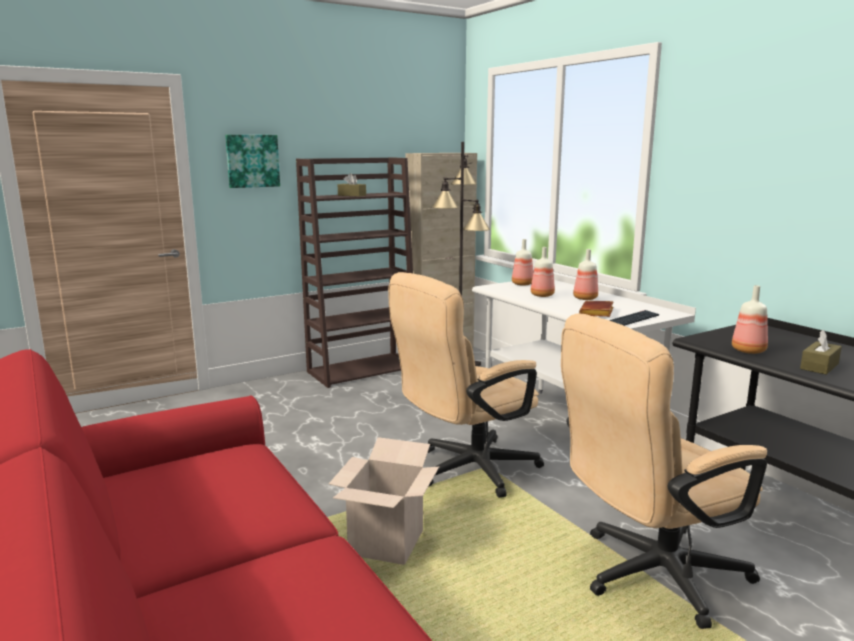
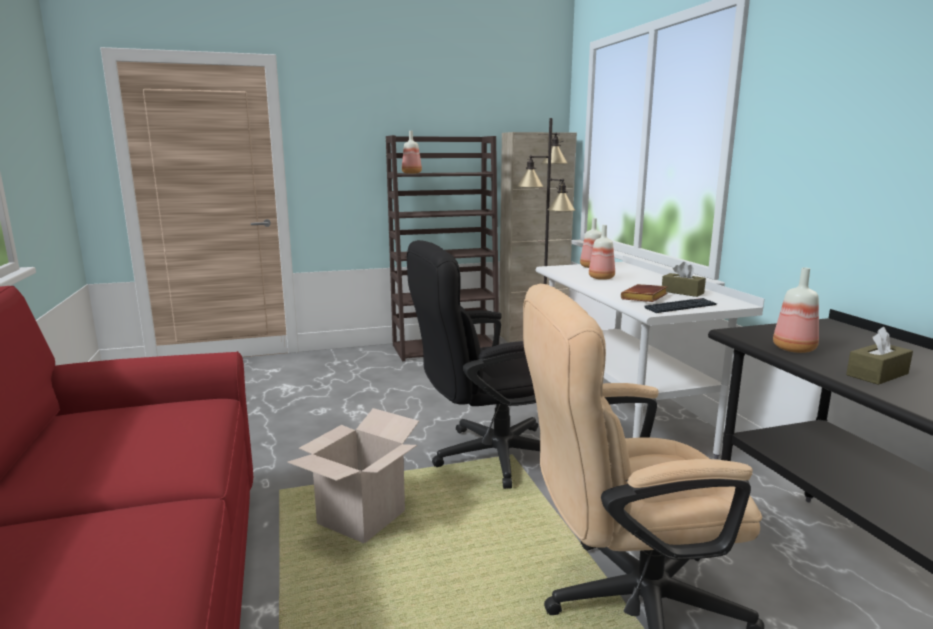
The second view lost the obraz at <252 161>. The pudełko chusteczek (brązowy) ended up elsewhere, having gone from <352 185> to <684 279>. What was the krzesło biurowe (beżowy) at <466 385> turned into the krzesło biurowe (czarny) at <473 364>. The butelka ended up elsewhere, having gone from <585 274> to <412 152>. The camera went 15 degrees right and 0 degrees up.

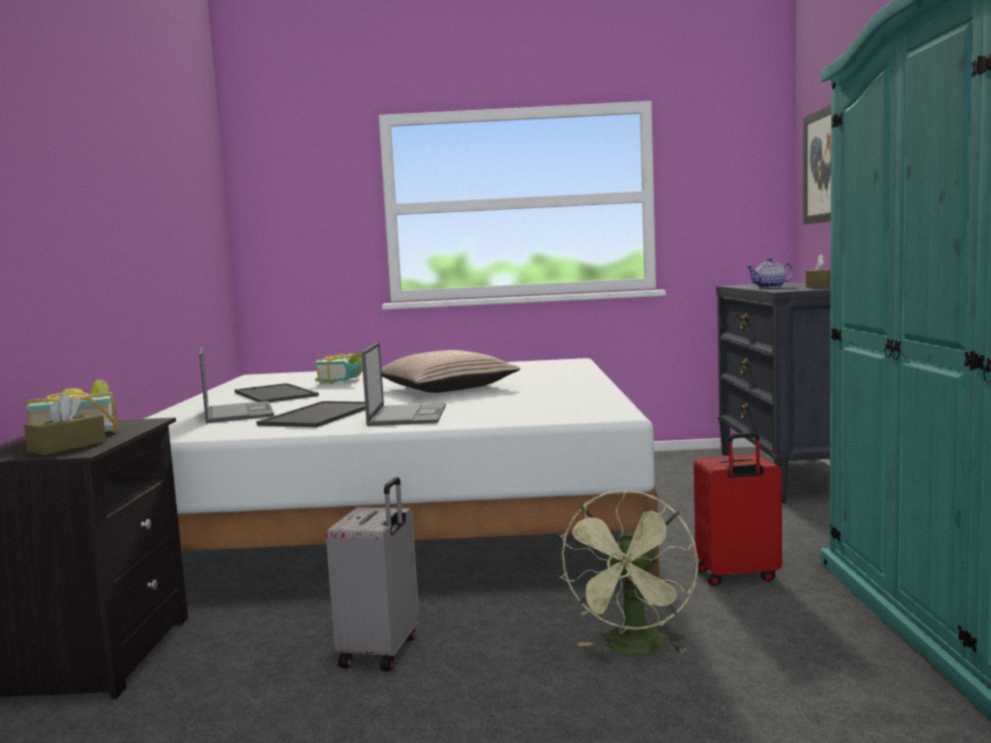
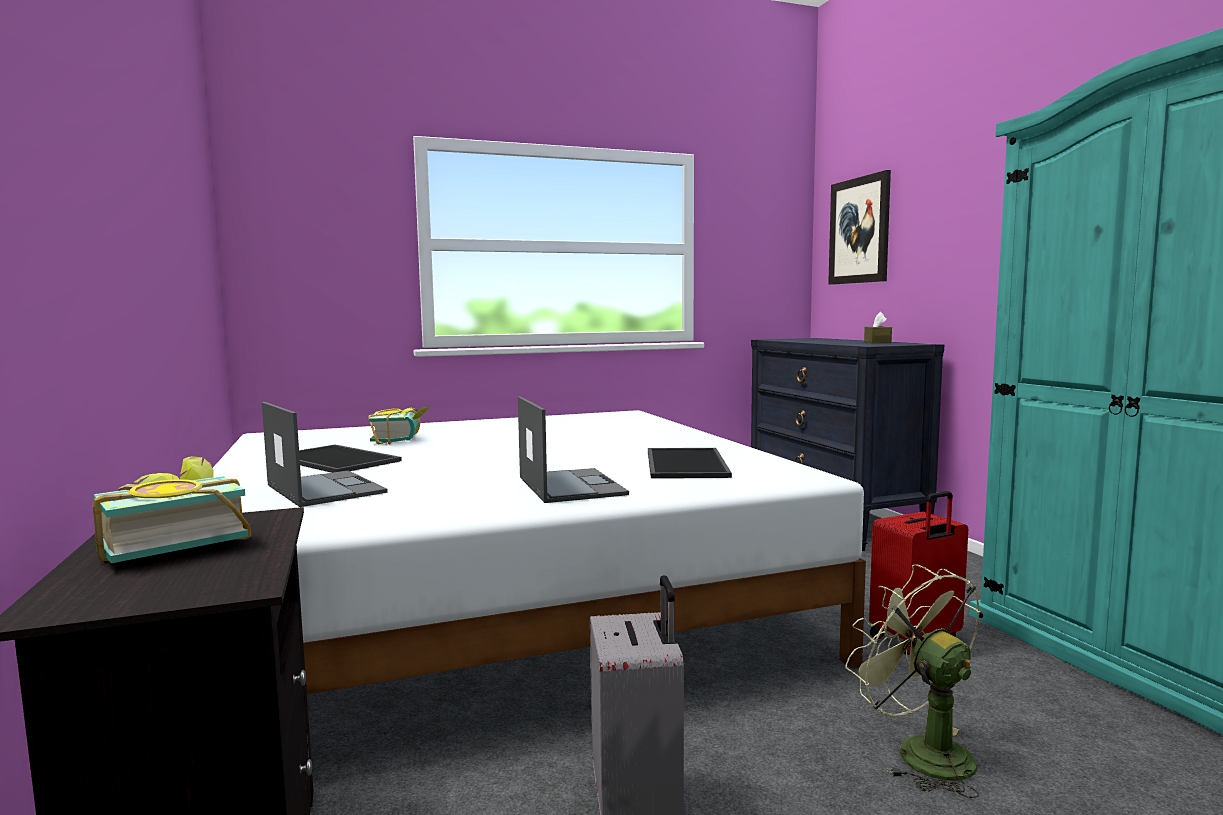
The second view lost the pudełko chusteczek (brązowy) at <65 424>. The taca ended up elsewhere, having gone from <310 414> to <690 463>. The second view lost the poduszka at <450 371>. The wentylator (zielony) at <628 572> ended up facing another way, 150 degrees clockwise from before. The second view lost the imbryk at <769 273>. The camera went 20 degrees left and 0 degrees up.

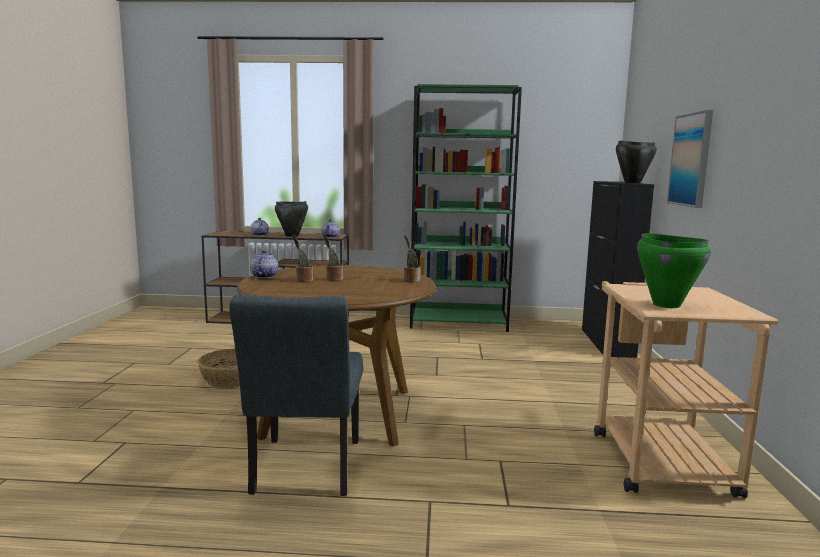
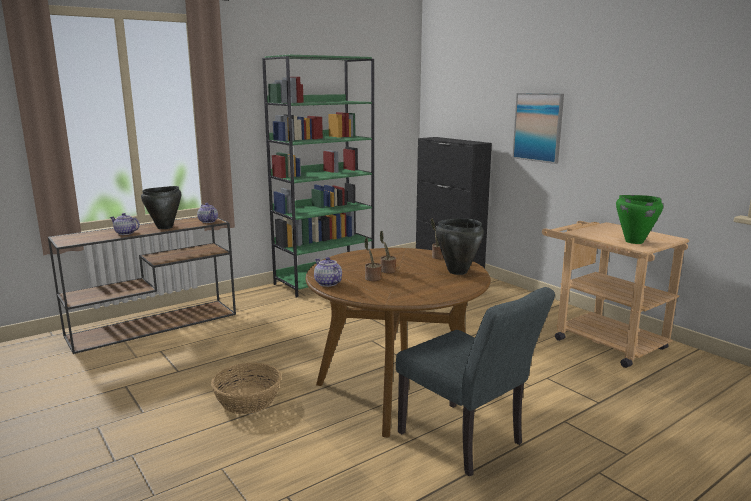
The garnek (czarny) ended up elsewhere, having gone from <636 162> to <460 246>. The camera went 40 degrees left and 5 degrees up.

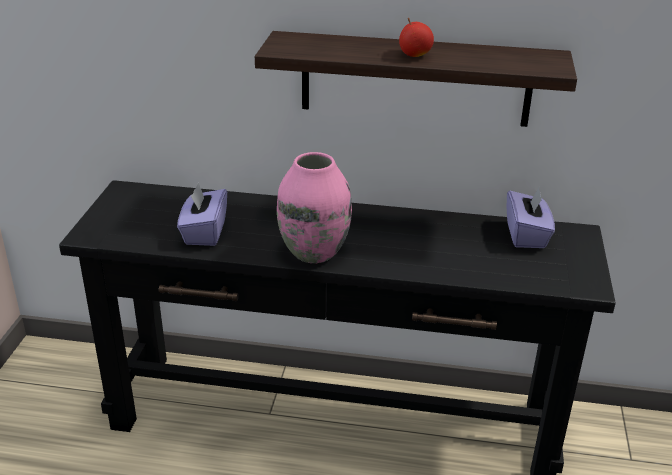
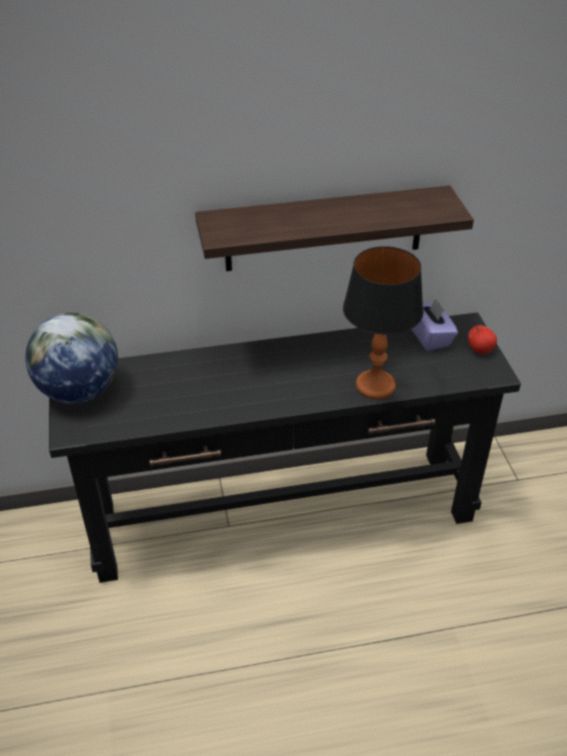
The second view lost the pudełko chusteczek (fioletowy) at <202 214>. The second view lost the wazon (różowy) at <314 207>. The jabłko ended up elsewhere, having gone from <416 37> to <482 339>. The second view gained the globus at <71 358>. The second view gained the lampa stołowa at <383 322>. The camera went 20 degrees left and 10 degrees up.

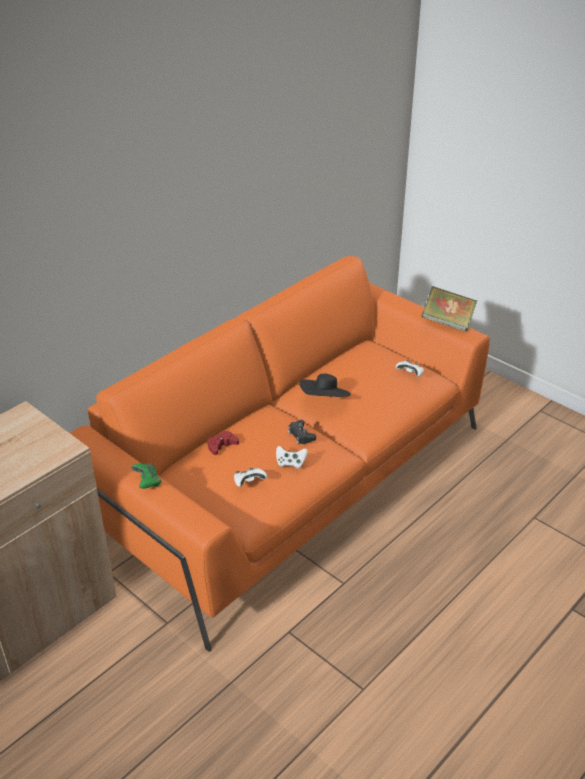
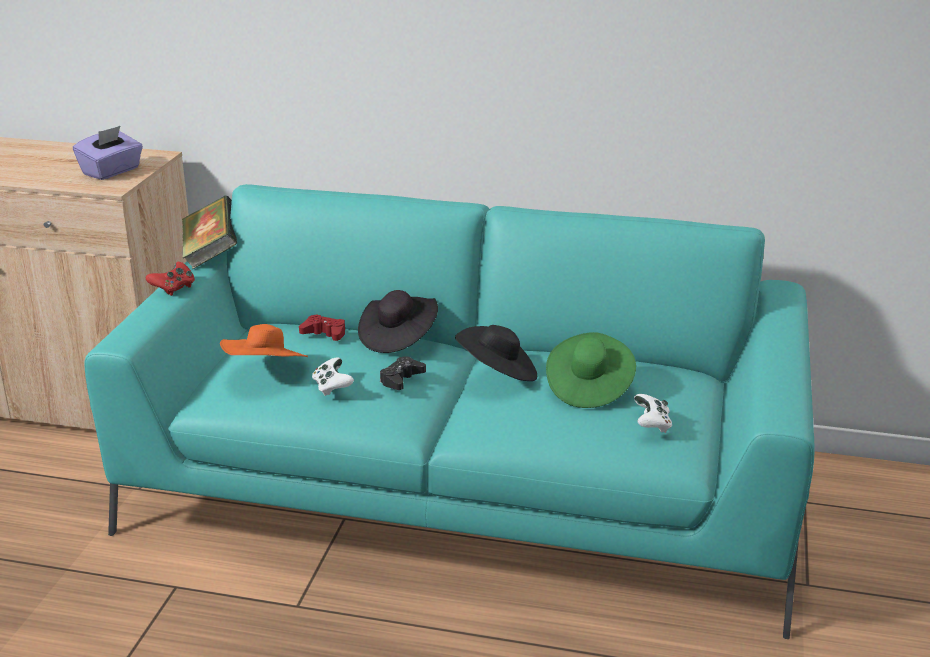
What was the kanapa (pomarańczowy) at <280 454> turned into the kanapa (turkusowy) at <449 411>. What was the pad do gier (zielony) at <146 476> turned into the pad do gier (czerwony) at <170 279>. Where the pad do gier (biały) stood at <250 477>, the kapelusz (pomarańczowy) came to stand at <264 340>. The książka ended up elsewhere, having gone from <449 309> to <209 232>. The second view gained the pudełko chusteczek (fioletowy) at <108 153>. The second view gained the kapelusz (czarny) at <398 321>. The second view gained the kapelusz (zielony) at <591 370>. The camera went 60 degrees right and 10 degrees down.

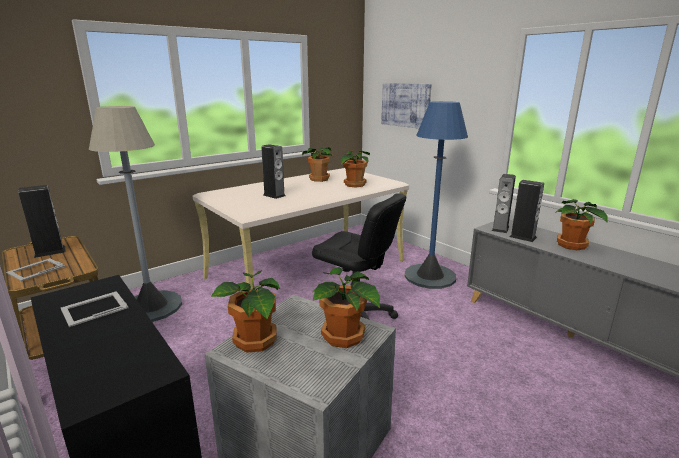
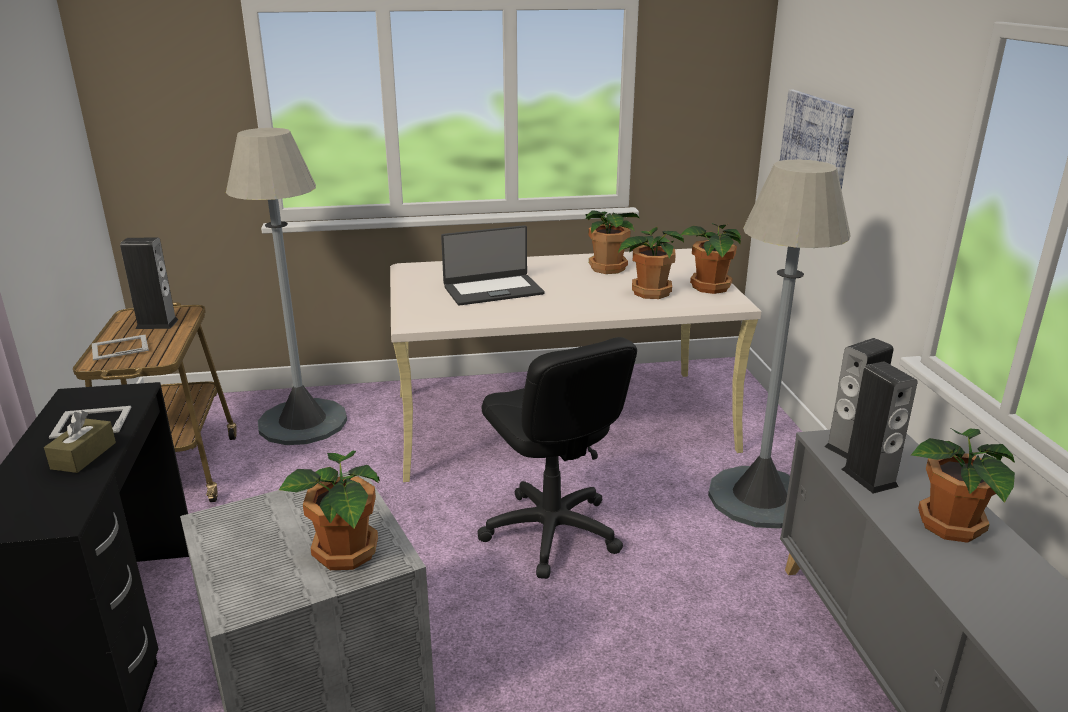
The roślina doniczkowa ended up elsewhere, having gone from <245 311> to <711 258>. Where the głośnik stood at <273 171>, the laptop came to stand at <492 265>. What was the lampa stojąca (niebieski) at <436 195> turned into the lampa stojąca (szary) at <779 344>. The second view gained the pudełko chusteczek (brązowy) at <80 442>. The camera went 30 degrees right and 5 degrees up.

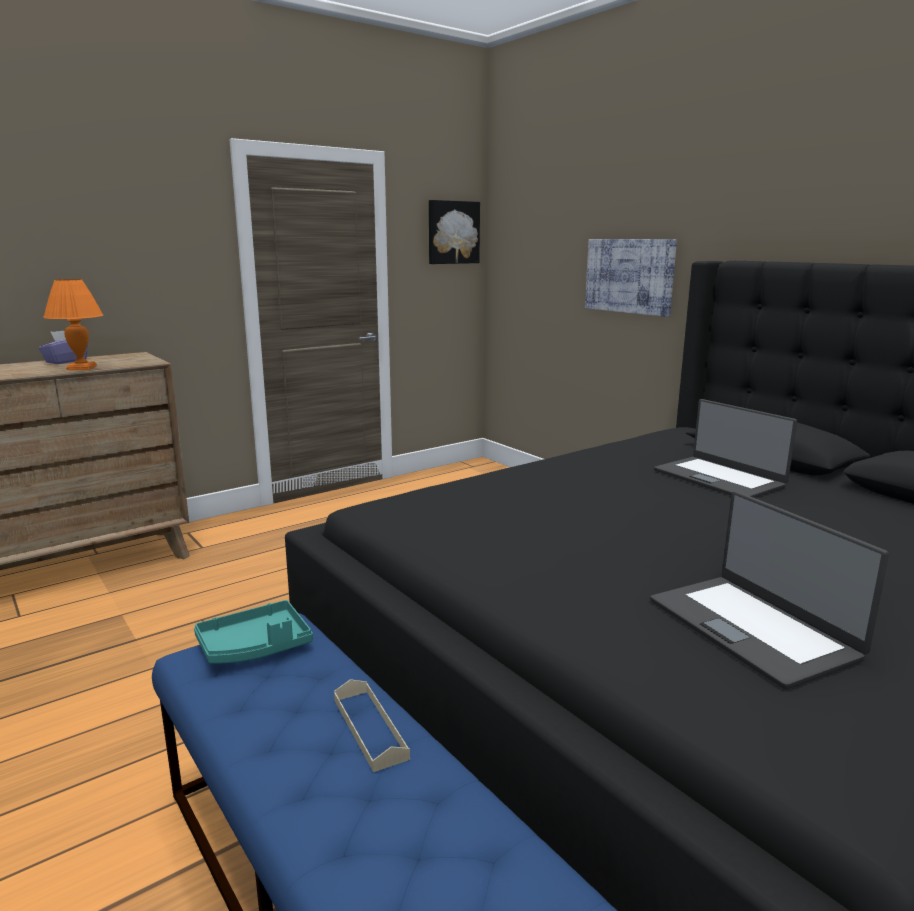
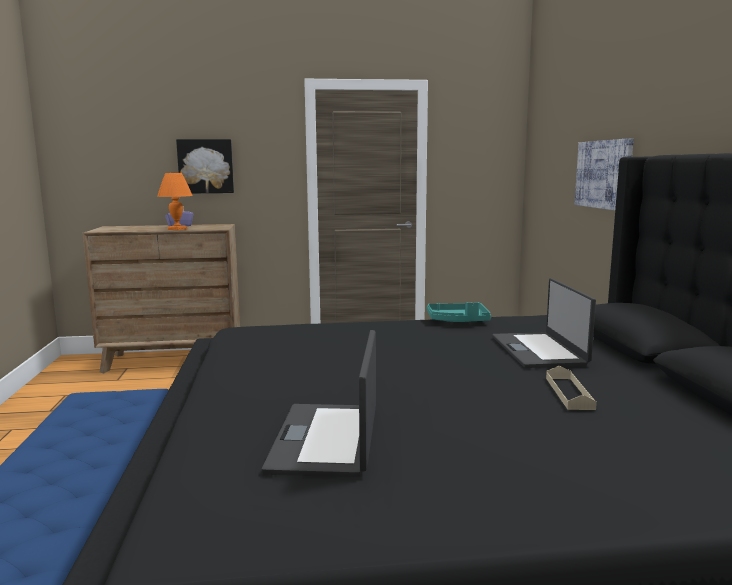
The taca (turkusowy) ended up elsewhere, having gone from <253 632> to <459 312>. The taca (beżowy) ended up elsewhere, having gone from <372 725> to <571 388>. The obraz ended up elsewhere, having gone from <454 232> to <205 166>. The camera went 30 degrees right and 5 degrees down.

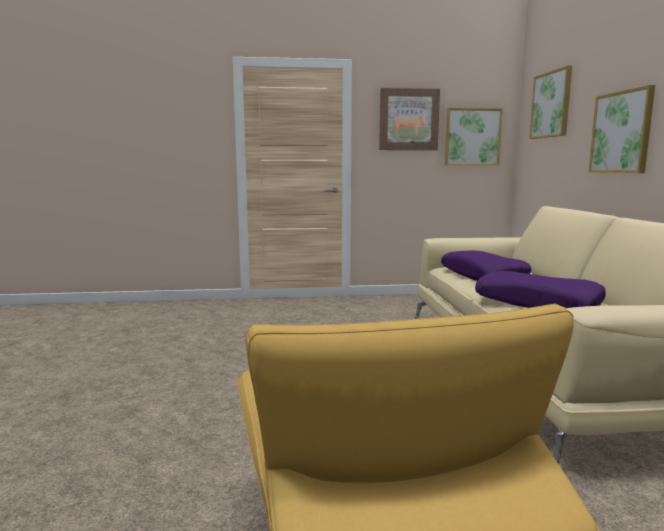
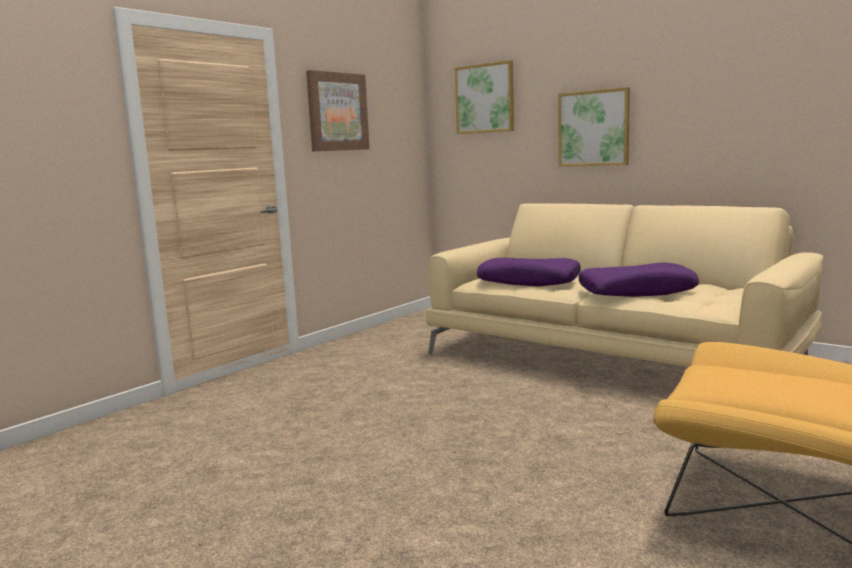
The second view lost the obraz at <474 137>. The camera went 45 degrees left and 0 degrees up.

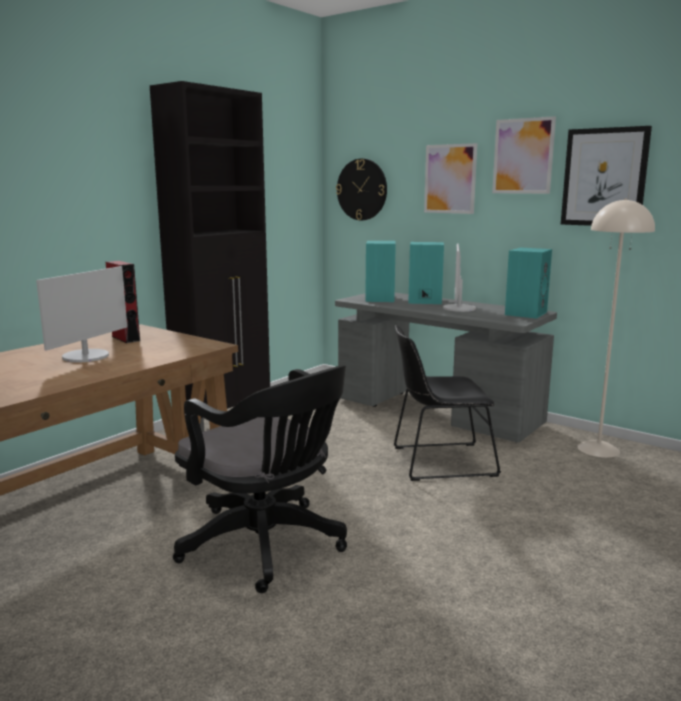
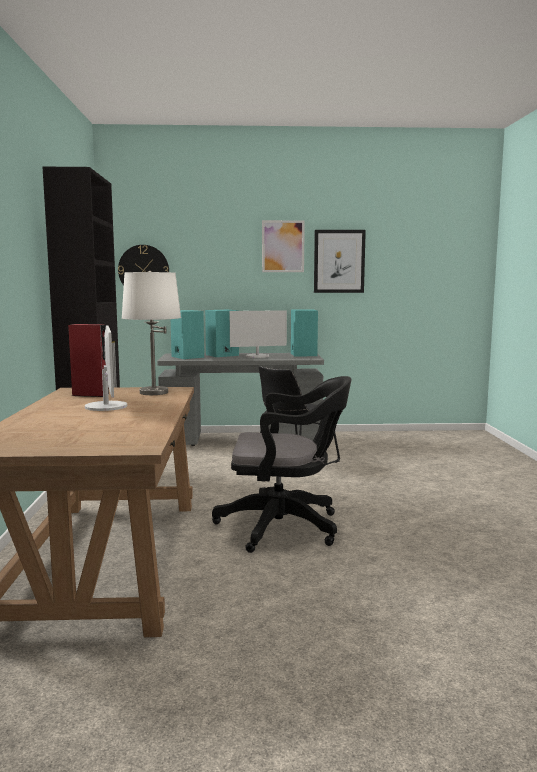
The second view lost the obraz at <450 178>. The monitor at <459 278> ended up facing another way, 75 degrees counterclockwise from before. The second view lost the lampa stojąca (beżowy) at <616 328>. The second view gained the lampa stołowa (biały) at <151 333>. The camera went 40 degrees left and 5 degrees down.

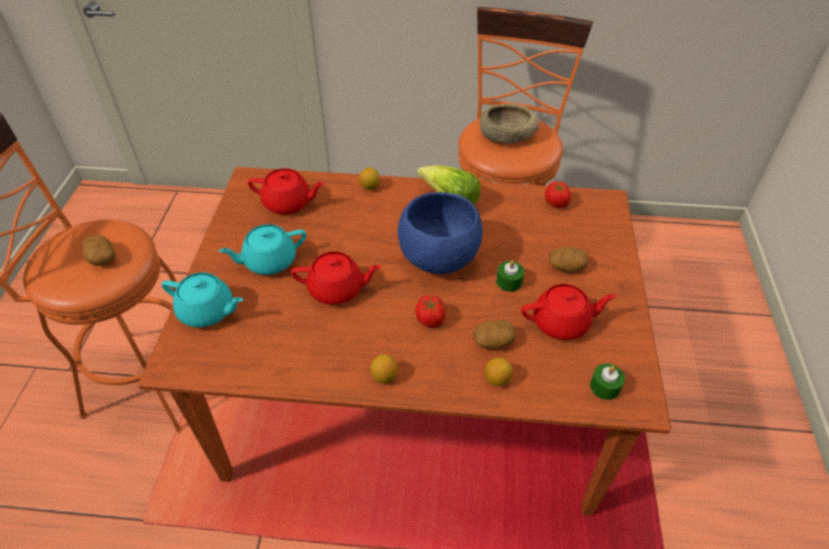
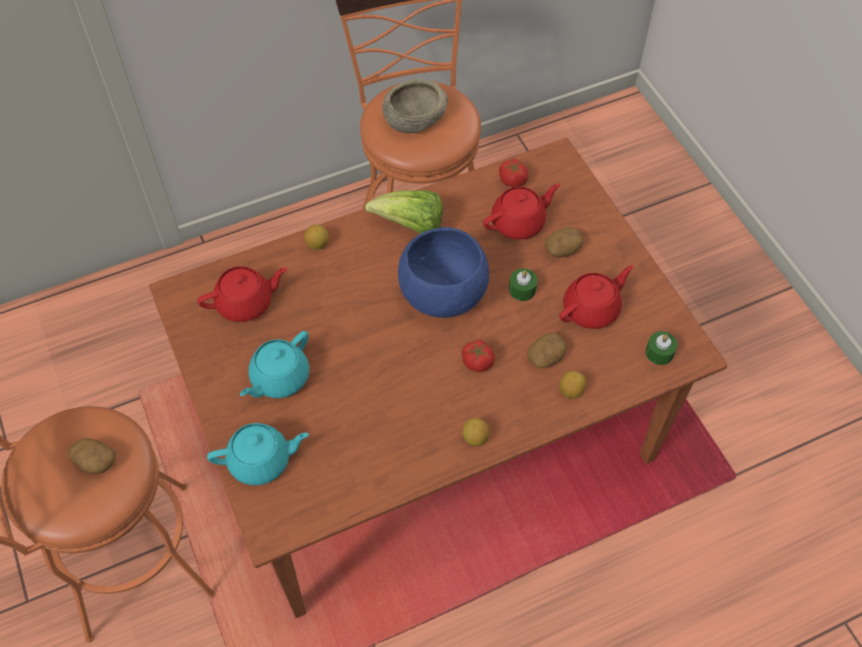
The imbryk (czerwony) ended up elsewhere, having gone from <336 278> to <521 211>. The camera went 30 degrees left and 10 degrees up.

